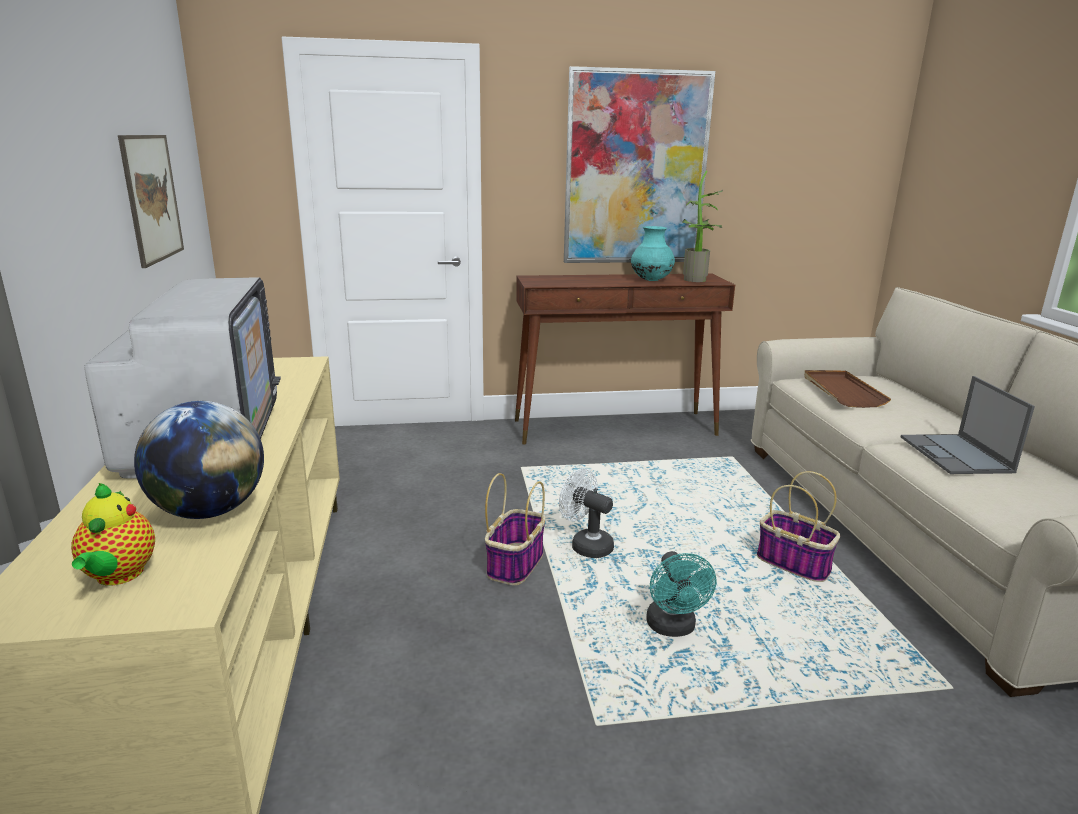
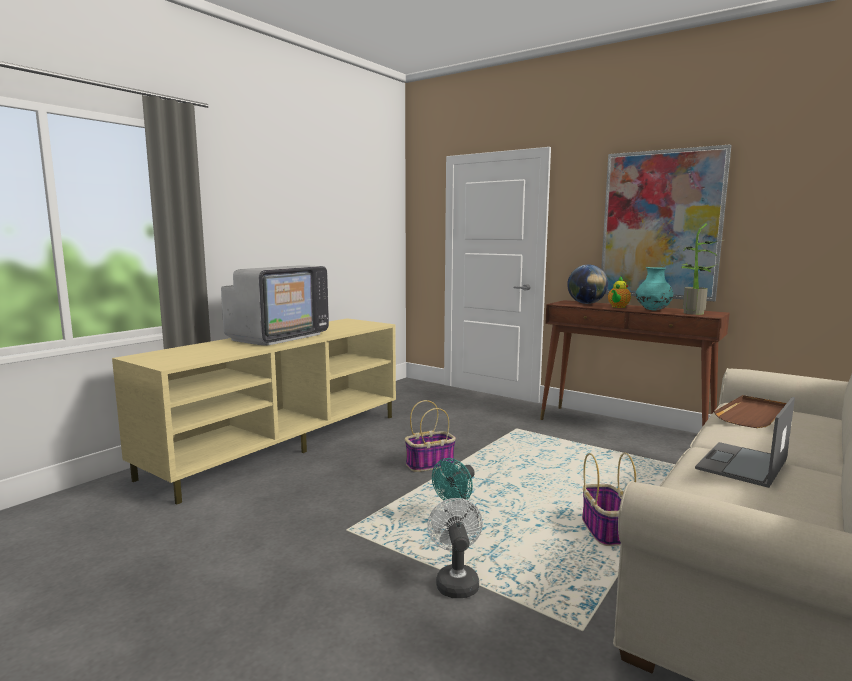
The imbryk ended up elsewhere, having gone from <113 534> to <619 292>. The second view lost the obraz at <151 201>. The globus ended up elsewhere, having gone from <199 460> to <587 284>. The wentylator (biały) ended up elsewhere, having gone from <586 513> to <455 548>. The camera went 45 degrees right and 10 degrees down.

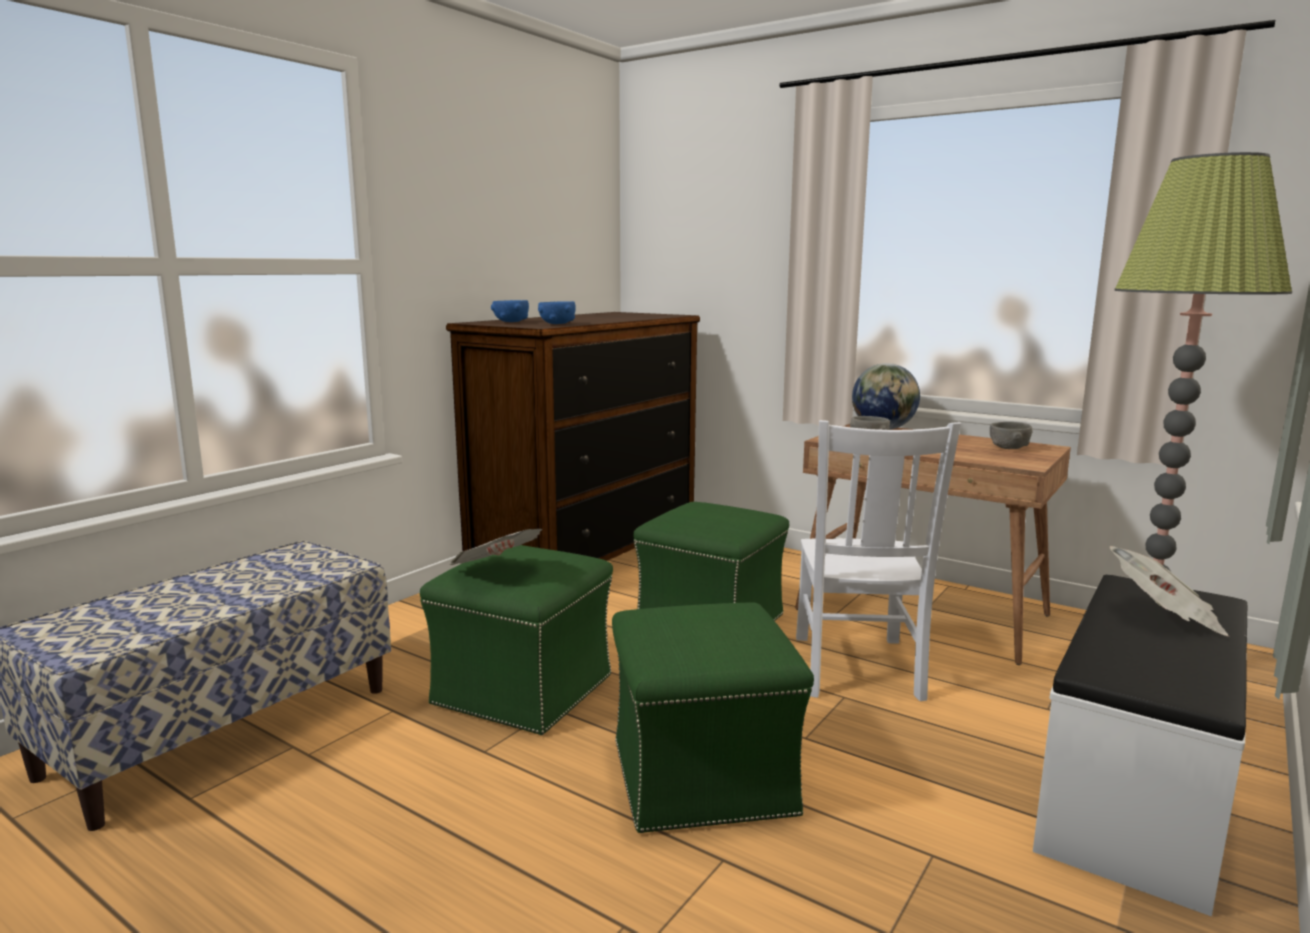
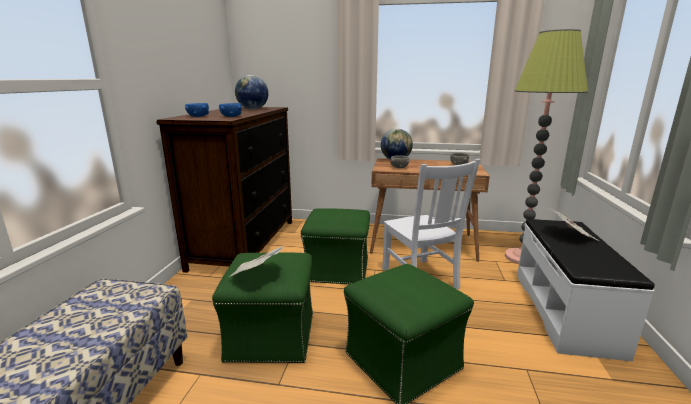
The second view gained the globus at <252 92>. The camera went 25 degrees left and 5 degrees up.

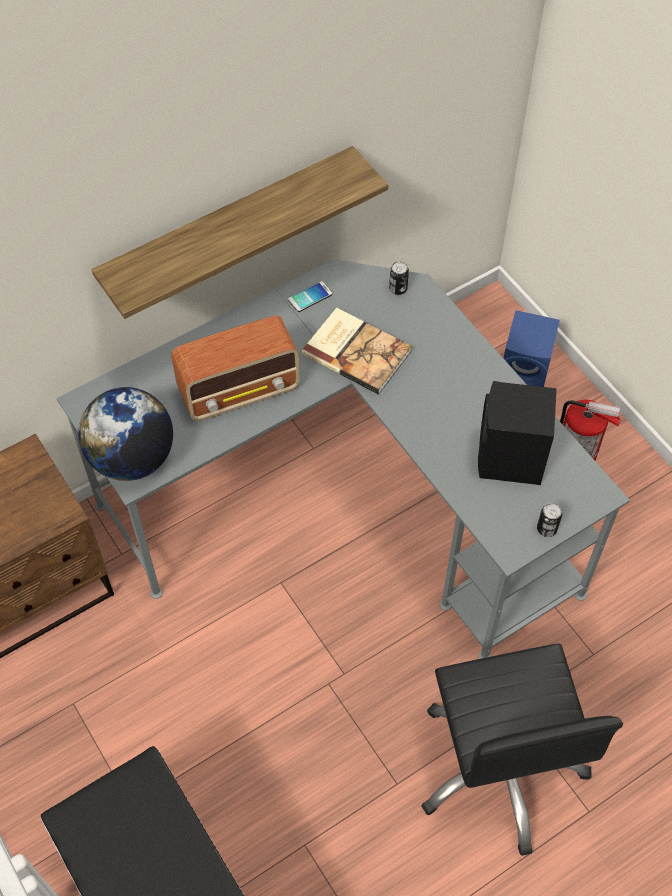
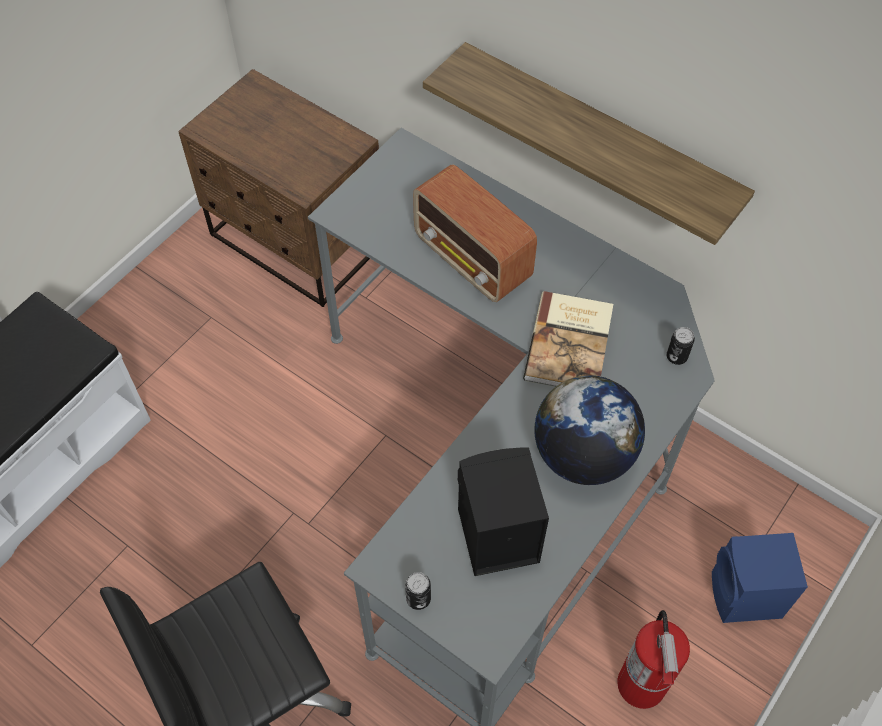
The globus ended up elsewhere, having gone from <125 434> to <589 430>. The second view lost the telefon at <310 296>. The camera went 70 degrees right and 0 degrees up.

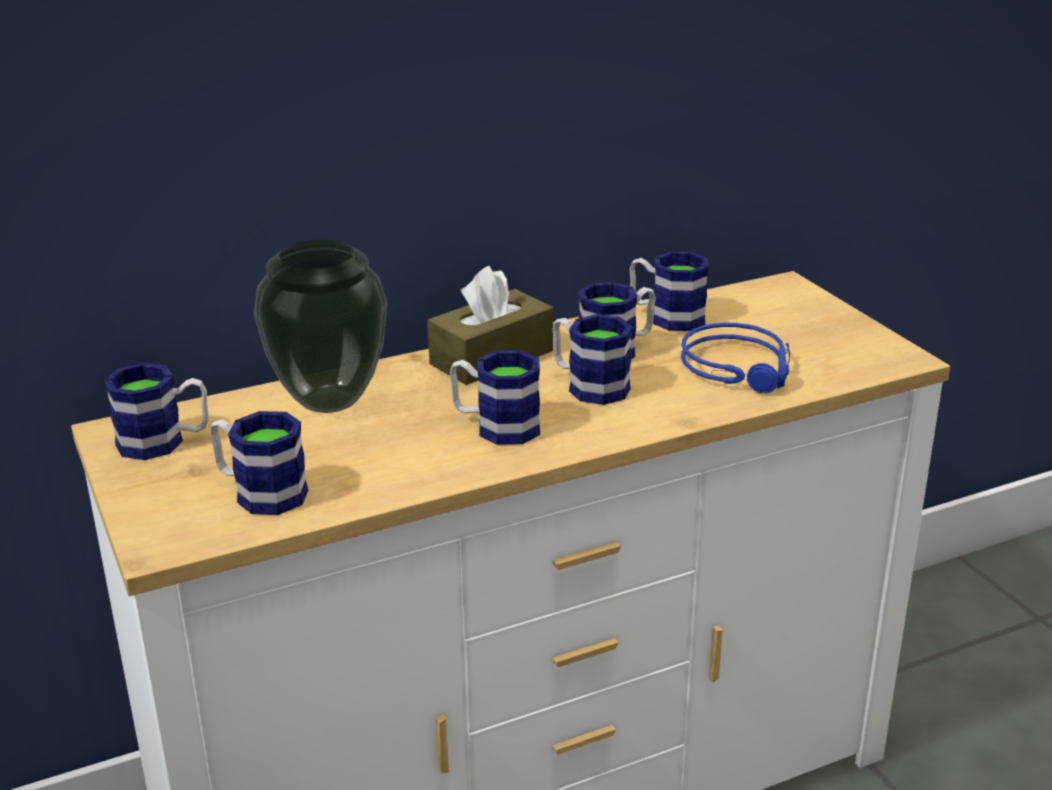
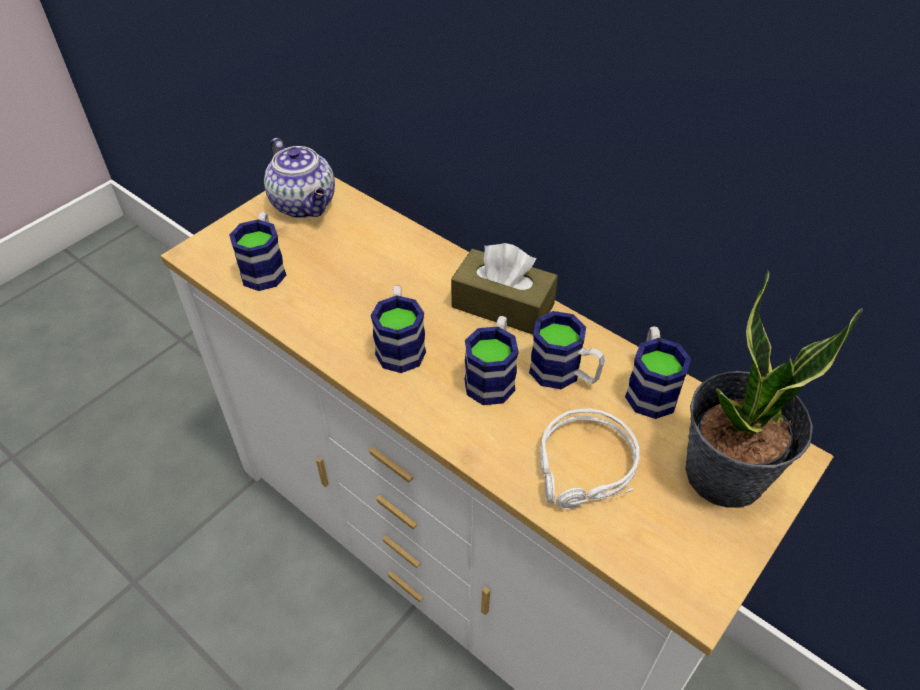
Where the kubek stood at <156 411>, the imbryk came to stand at <299 178>. The second view lost the wazon at <320 326>. What was the słuchawki (niebieski) at <735 358> turned into the słuchawki (szary) at <589 458>. The second view gained the roślina doniczkowa at <774 389>. The camera went 65 degrees right and 20 degrees up.

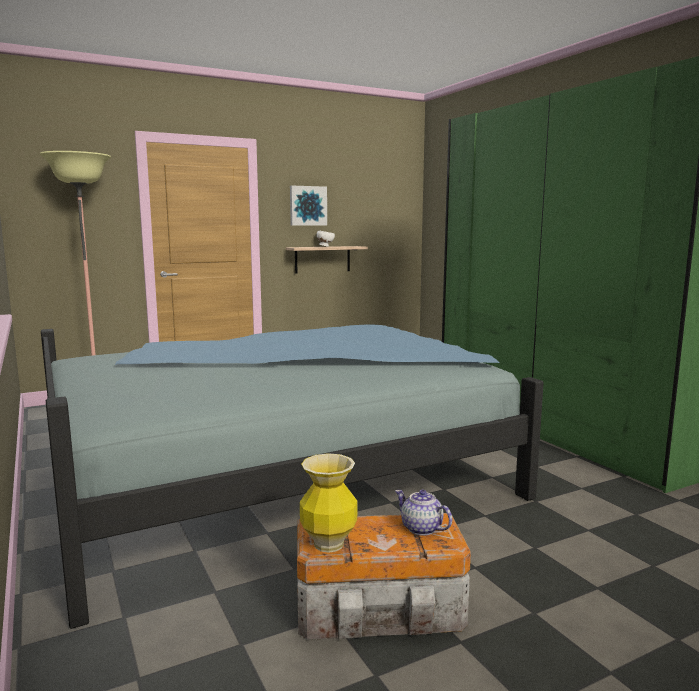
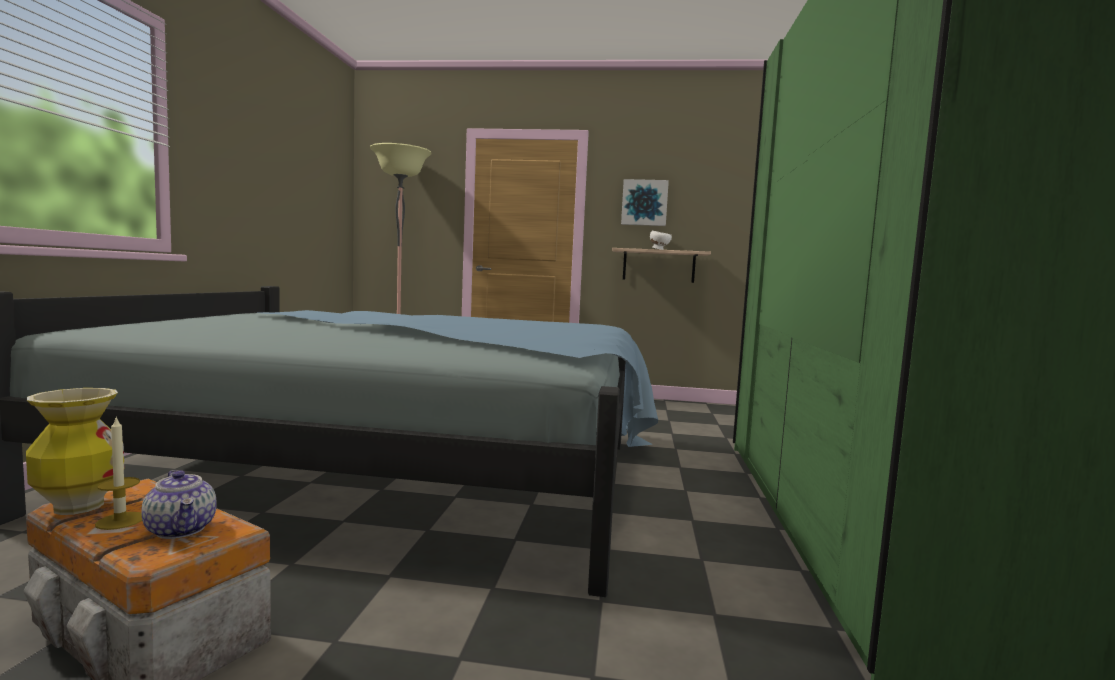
The imbryk at <423 513> ended up facing another way, 150 degrees clockwise from before. The second view gained the świeca at <118 473>. The camera went 35 degrees right and 5 degrees down.

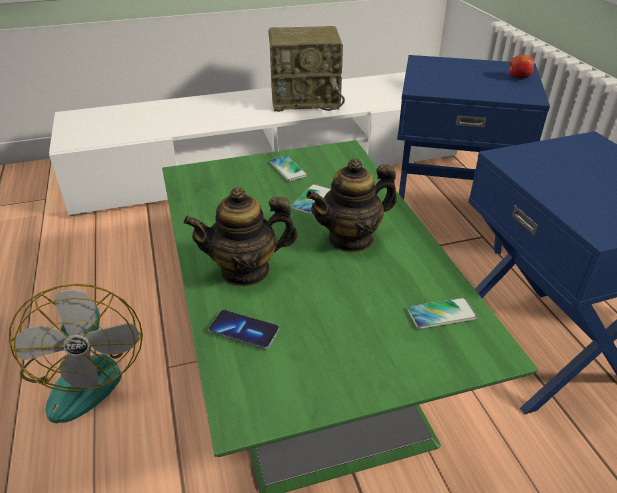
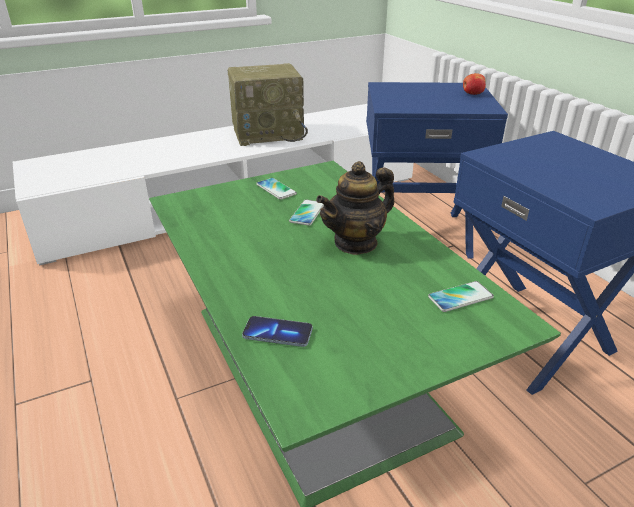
The second view lost the wentylator at <76 353>. The second view lost the imbryk at <240 236>. The camera went 10 degrees left and 5 degrees down.

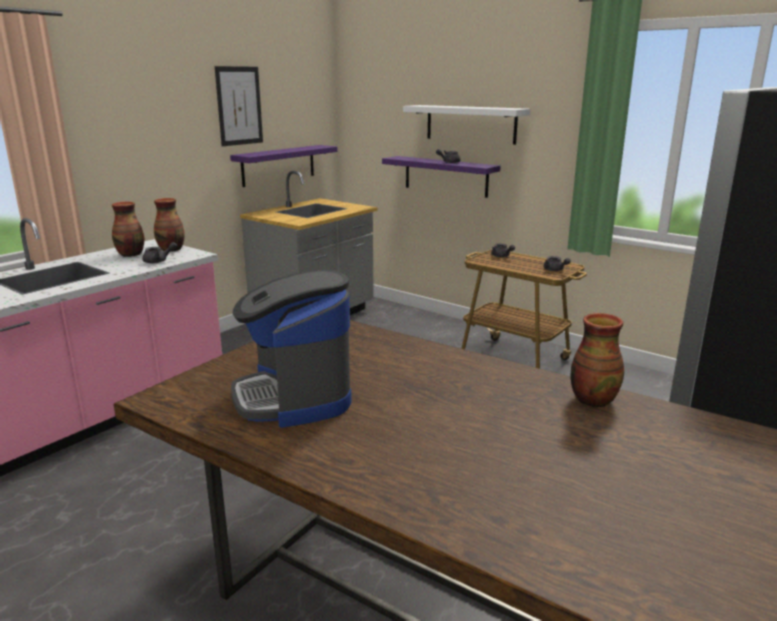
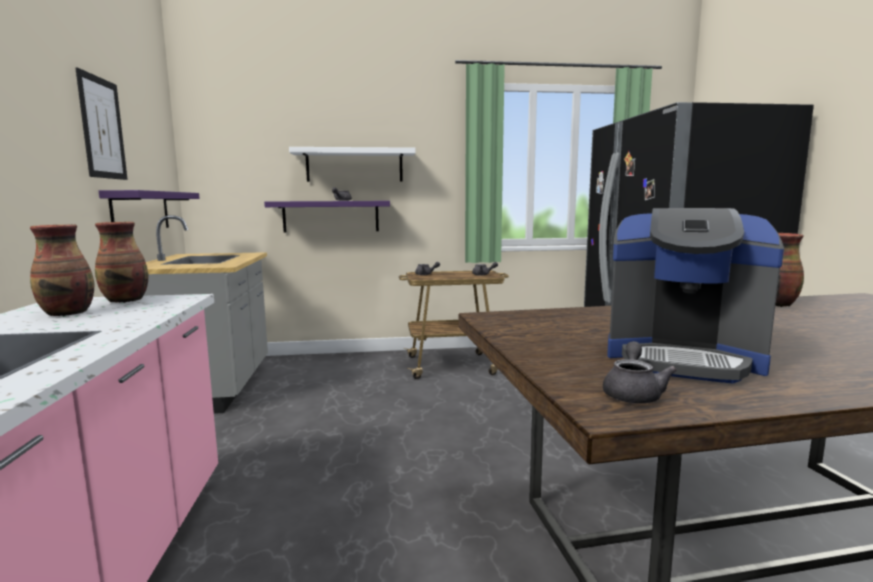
The imbryk (szary) ended up elsewhere, having gone from <159 252> to <640 372>. The camera went 45 degrees left and 10 degrees down.

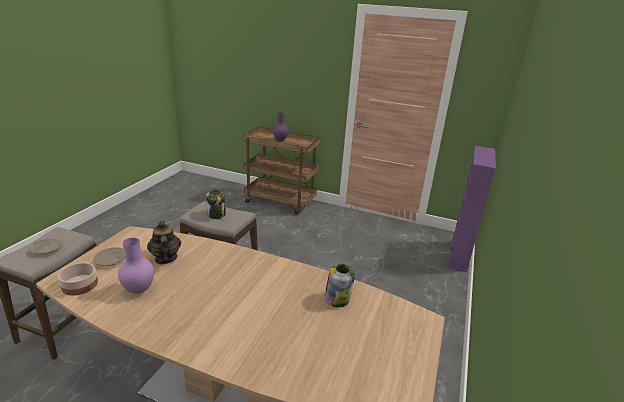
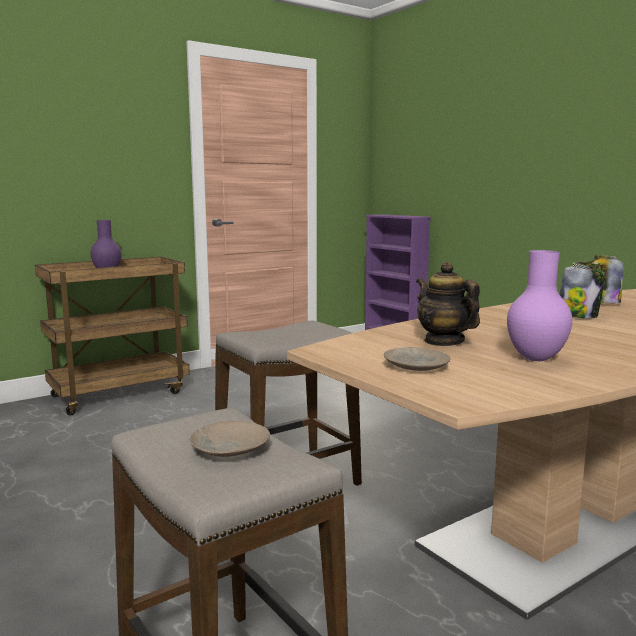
The second view lost the miska at <78 279>. The imbryk at <164 242> ended up facing another way, 45 degrees clockwise from before. The słoik ended up elsewhere, having gone from <216 204> to <582 290>. The camera went 55 degrees left and 15 degrees down.

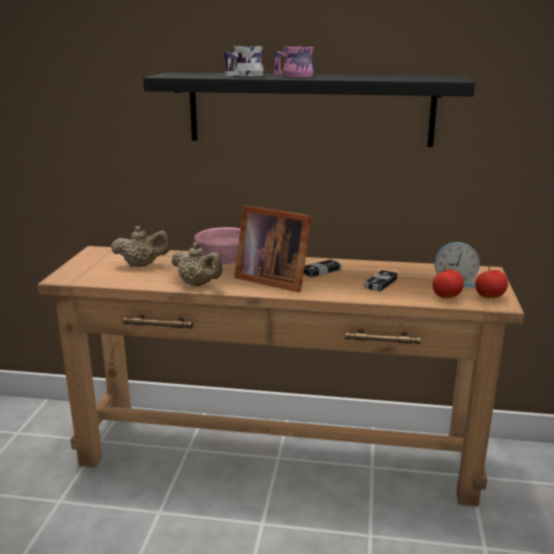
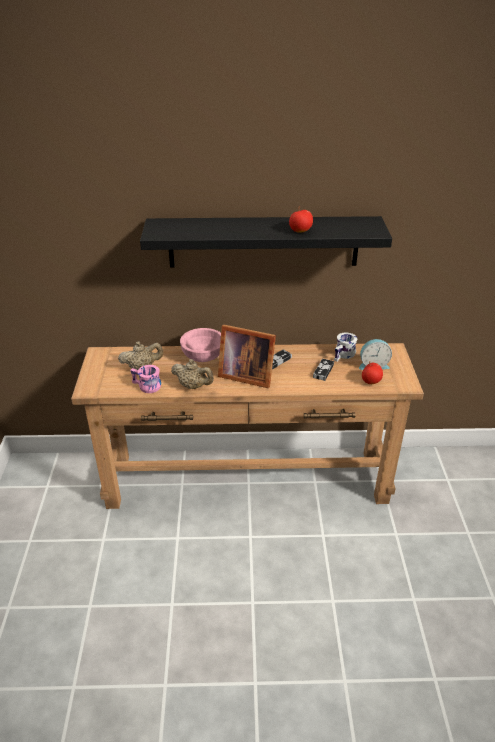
The kubek (biały) ended up elsewhere, having gone from <244 61> to <345 347>. The kubek (różowy) ended up elsewhere, having gone from <293 61> to <145 379>. The jabłko ended up elsewhere, having gone from <491 282> to <301 219>. The camera went 10 degrees left and 15 degrees up.

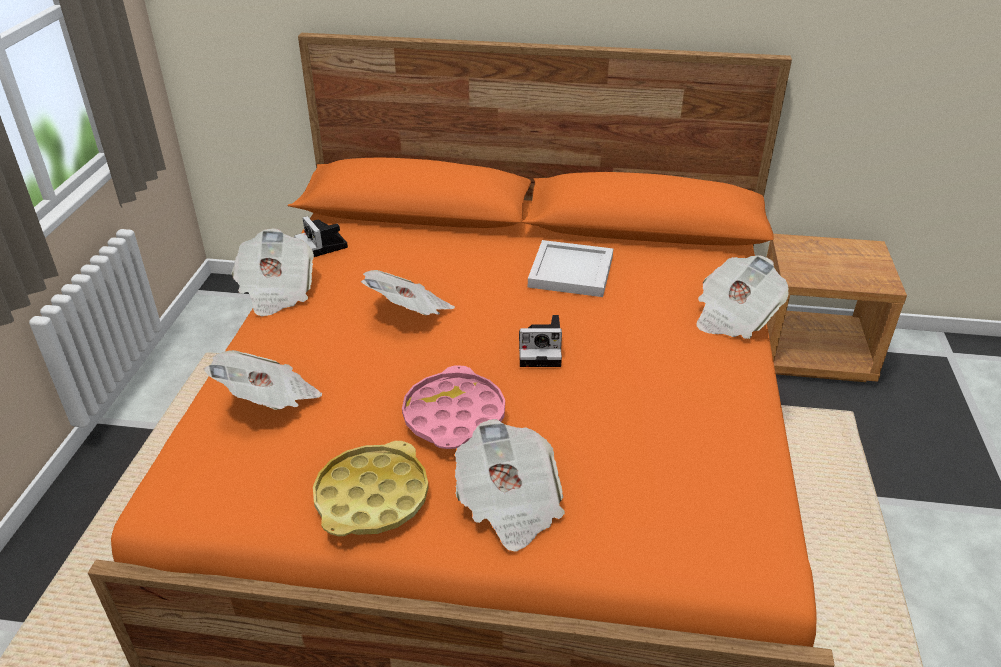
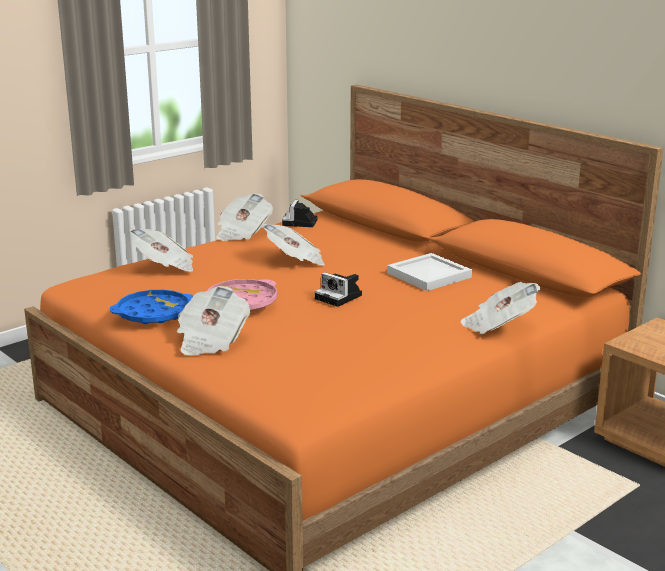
What was the taca (żółty) at <371 488> turned into the taca (niebieski) at <152 307>. The camera went 40 degrees right and 15 degrees down.

